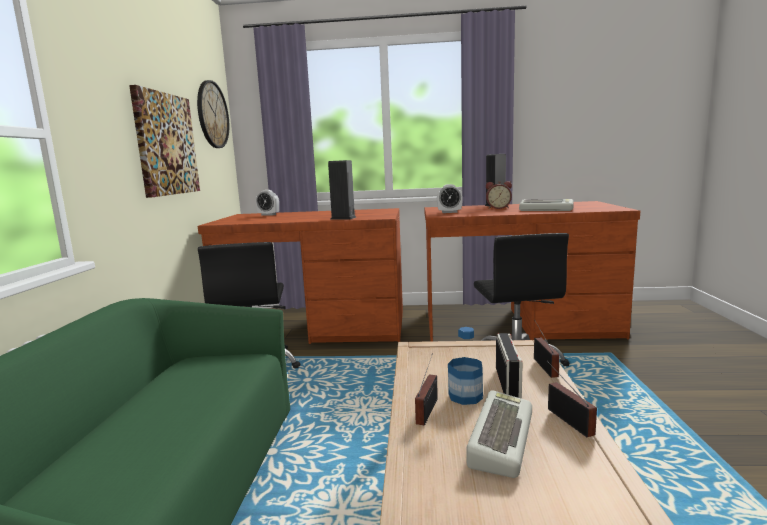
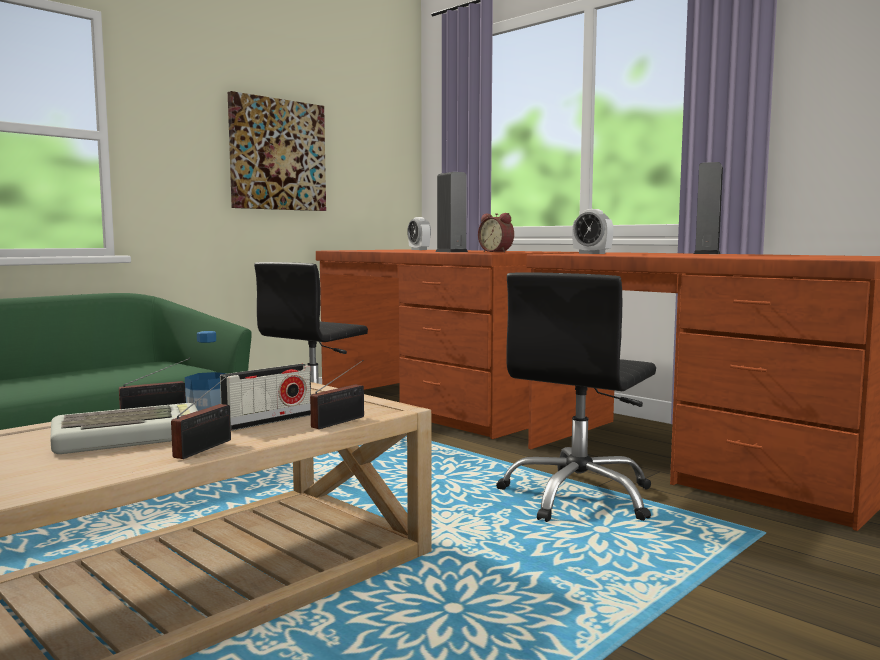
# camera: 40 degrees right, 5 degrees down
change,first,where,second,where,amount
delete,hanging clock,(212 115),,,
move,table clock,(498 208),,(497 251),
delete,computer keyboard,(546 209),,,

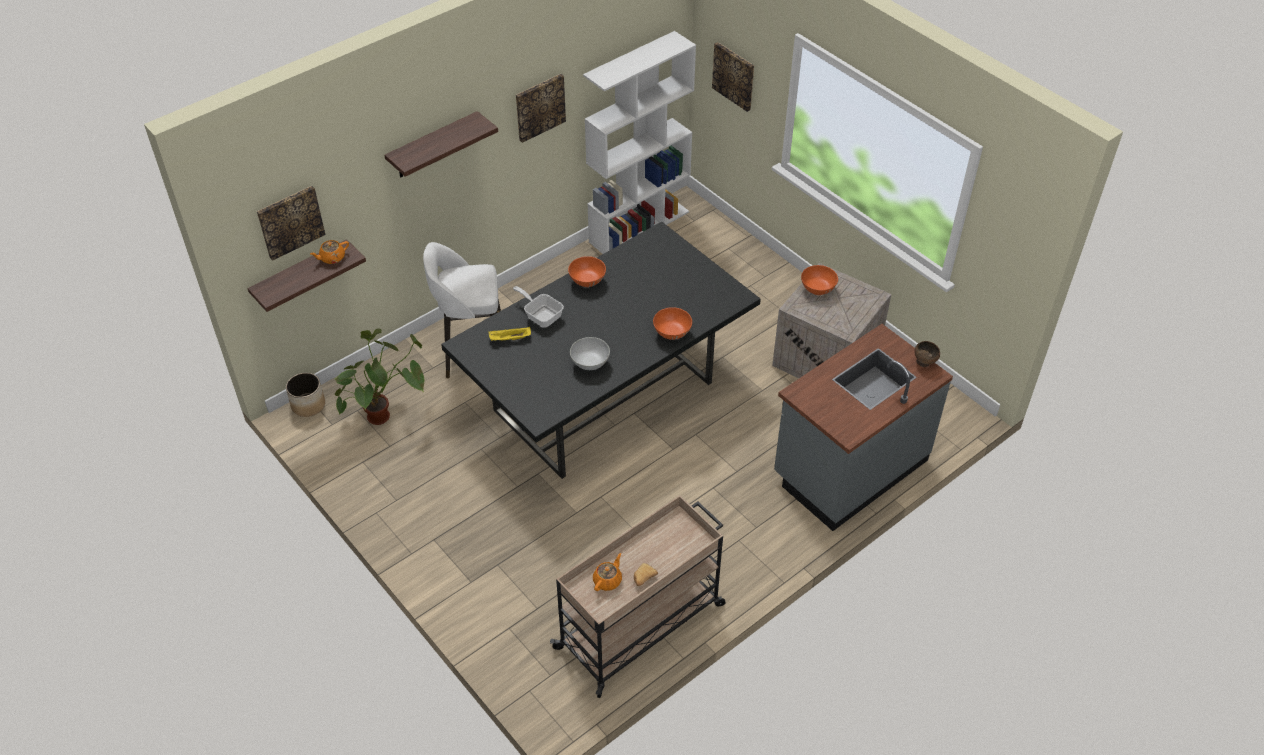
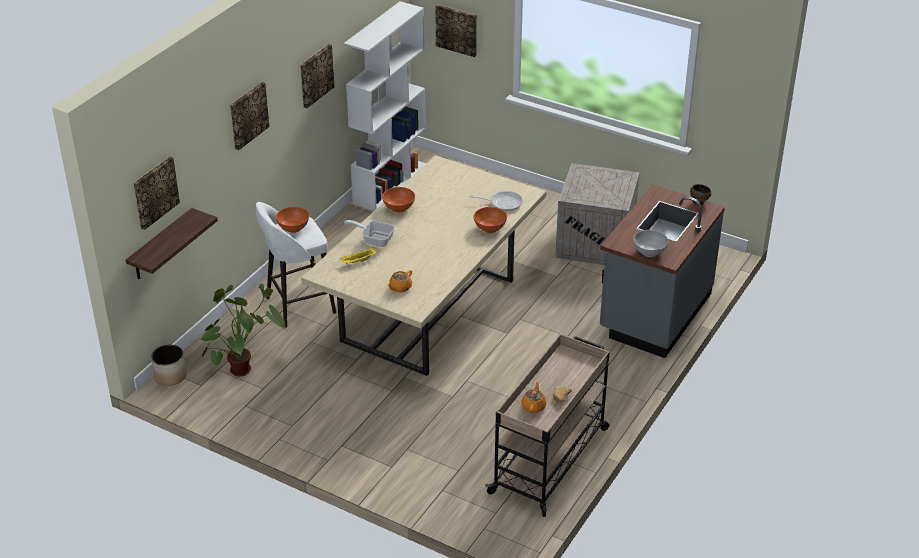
# camera: 20 degrees left, 10 degrees down
change,first,where,second,where,amount
replace,wall shelf,(433 146),wall picture,(248 115),
recolor,dinner table (black),(605 395),dinner table (beige-coloured),(430 309),
move,pot for tea (orange),(332 258),,(400 287),
move,serving bowl (orange),(817 289),,(293 228),
move,serving bowl (white-coloured),(590 363),,(649 252),
insert,,,frying pan,(503 203),

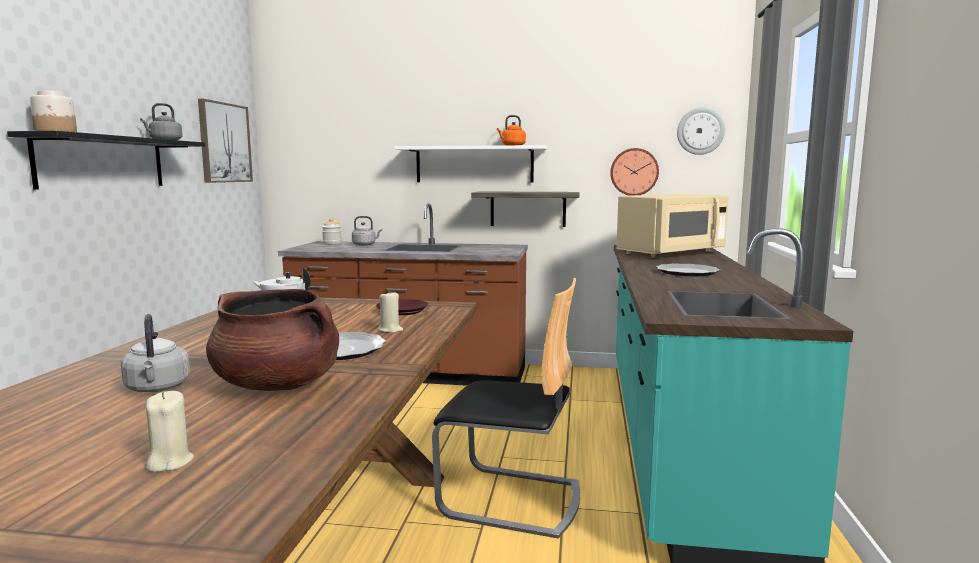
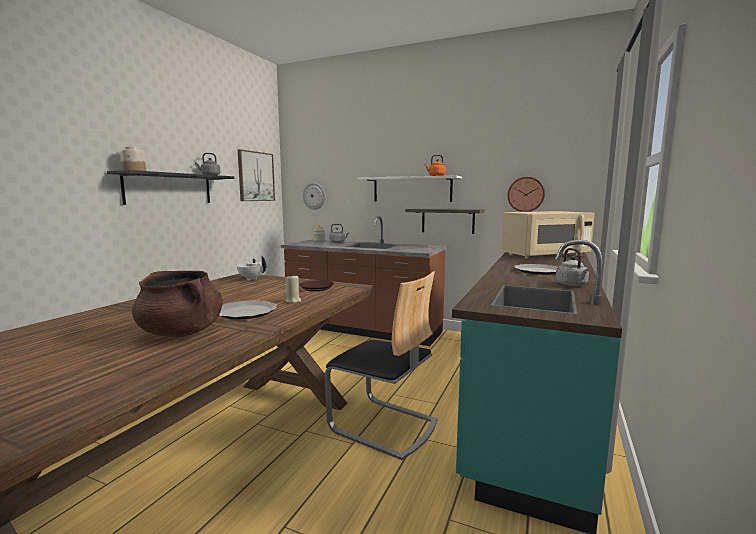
# camera: 15 degrees right, 0 degrees up
change,first,where,second,where,amount
move,hanging clock,(700 131),,(314 196),
move,water kettle (grey),(157 388),,(572 285),
delete,candle (beige-coloured),(169 462),,,

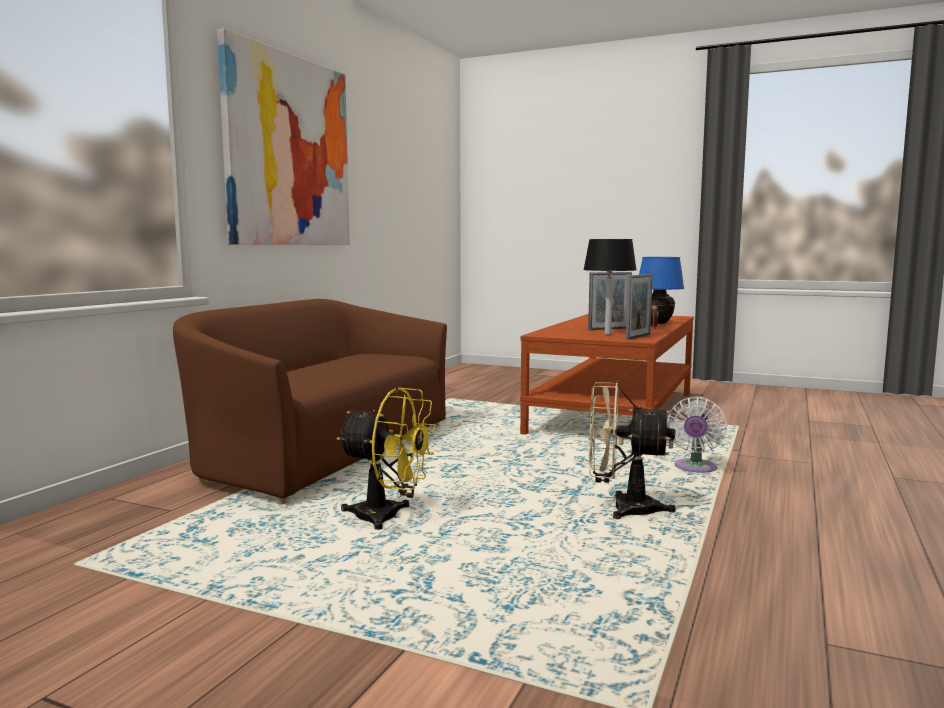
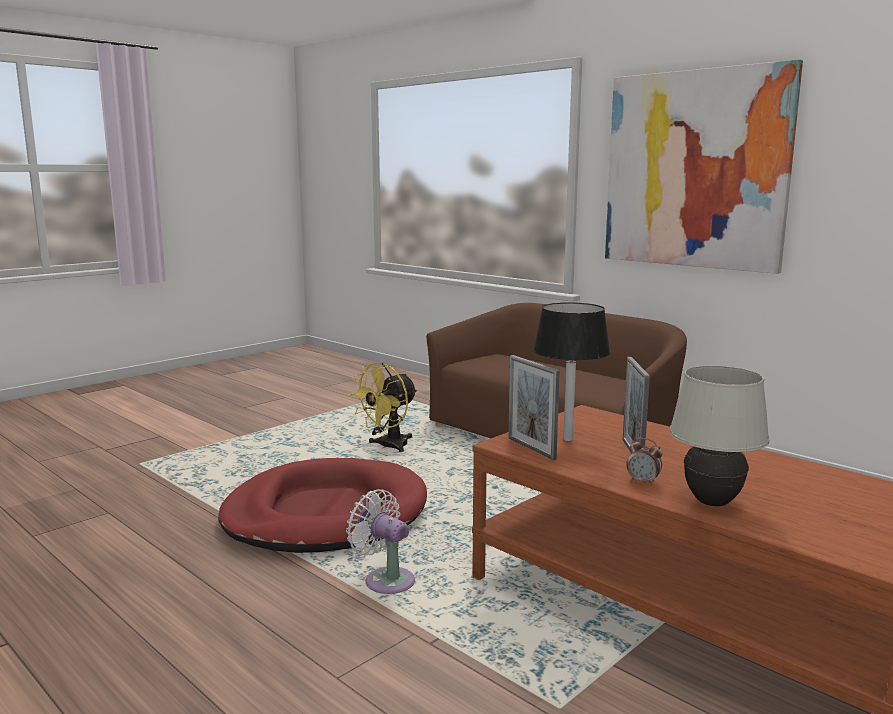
# camera: 110 degrees right, 5 degrees up
change,first,where,second,where,amount
recolor,table lamp (blue),(658 323),table lamp (white-coloured),(712 502),
replace,cooling fan (beige-coloured),(622 509),dog bed (red),(325 514),

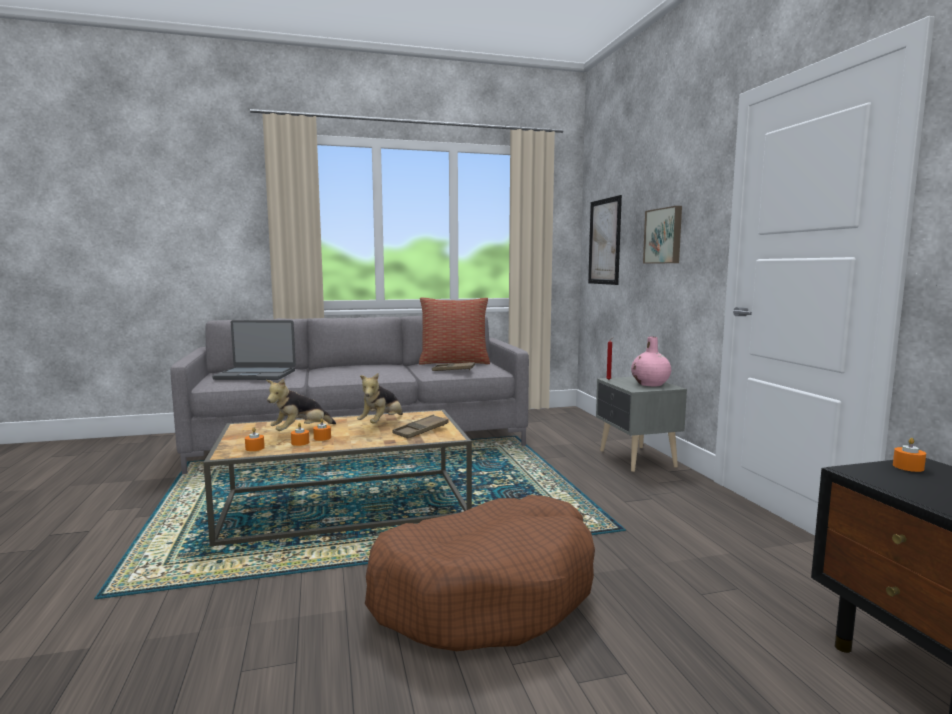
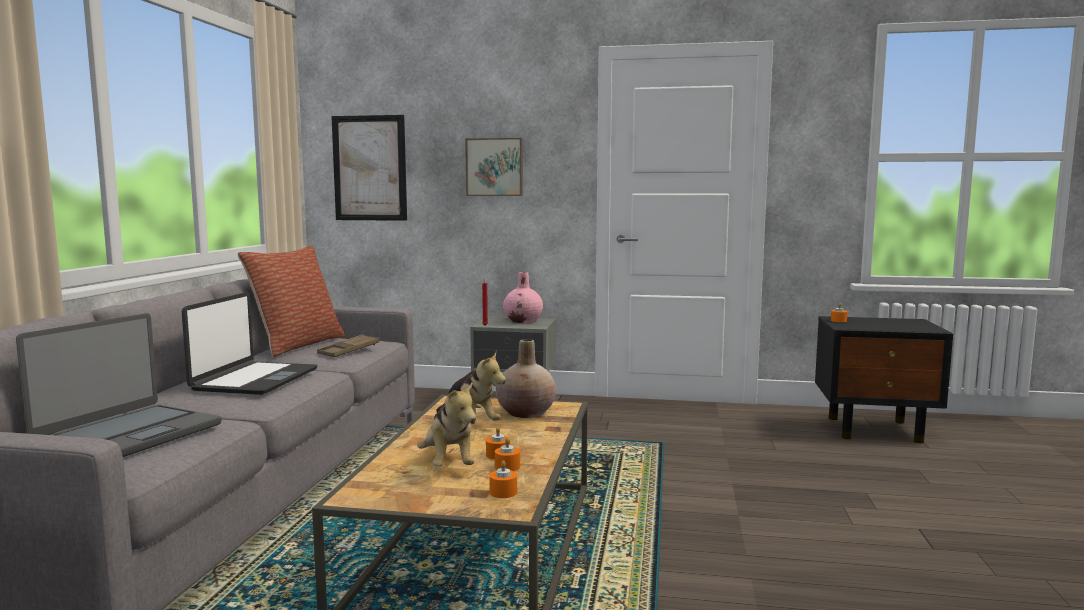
# camera: 65 degrees left, 0 degrees up
change,first,where,second,where,amount
replace,serving tray (brown-coloured),(421 431),vase (beige-coloured),(526 413),
delete,dog bed (brown-coloured),(485 592),,,
insert,,,laptop,(254 380),

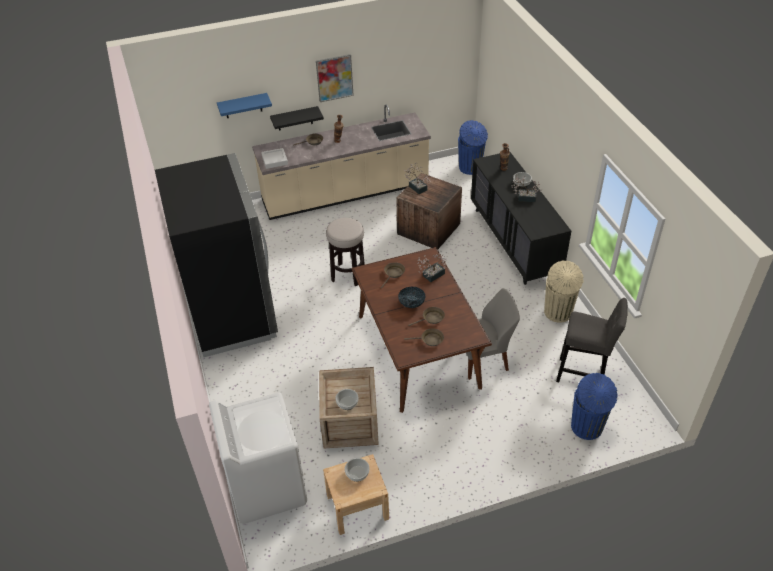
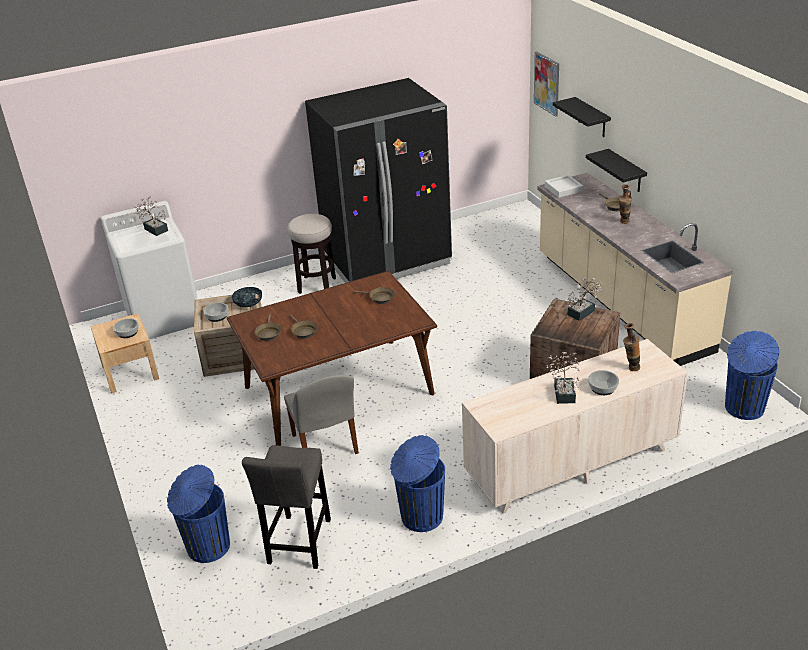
# camera: 85 degrees right, 10 degrees down
change,first,where,second,where,amount
move,wall picture,(334 78),,(547 83),
recolor,wall shelf (blue),(243 106),wall shelf (black),(592 118),
recolor,dresser (black),(514 242),dresser (beige-coloured),(571 465),
move,stool,(348 274),,(317 285),
move,houseplant,(431 276),,(155 229),
recolor,trash can (beige-coloured),(558 313),trash can (blue),(420 517),
move,serving bowl,(411 302),,(248 304),

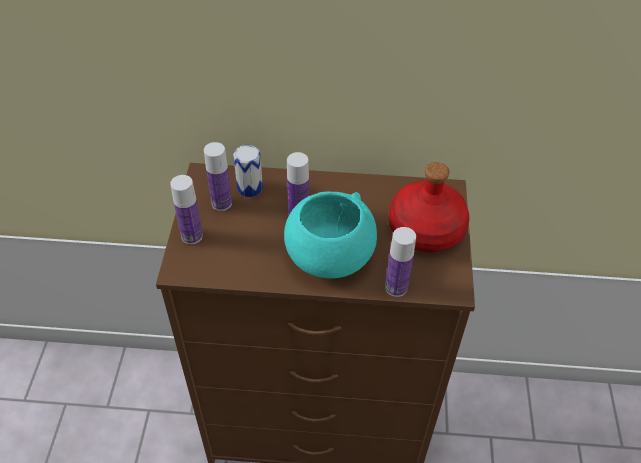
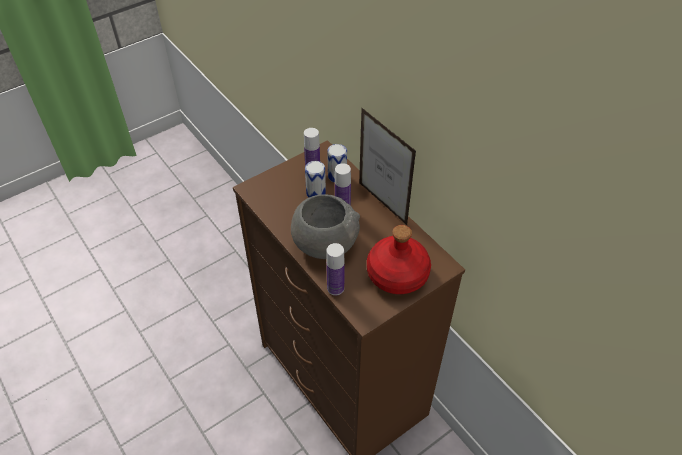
# camera: 50 degrees right, 0 degrees up
change,first,where,second,where,amount
delete,beverage bottle,(192 236),,,
recolor,serving bowl (turquoise-coloured),(329 258),serving bowl (grey),(324 243),
insert,,,photo frame,(382 203),
insert,,,sealed can,(316 193),

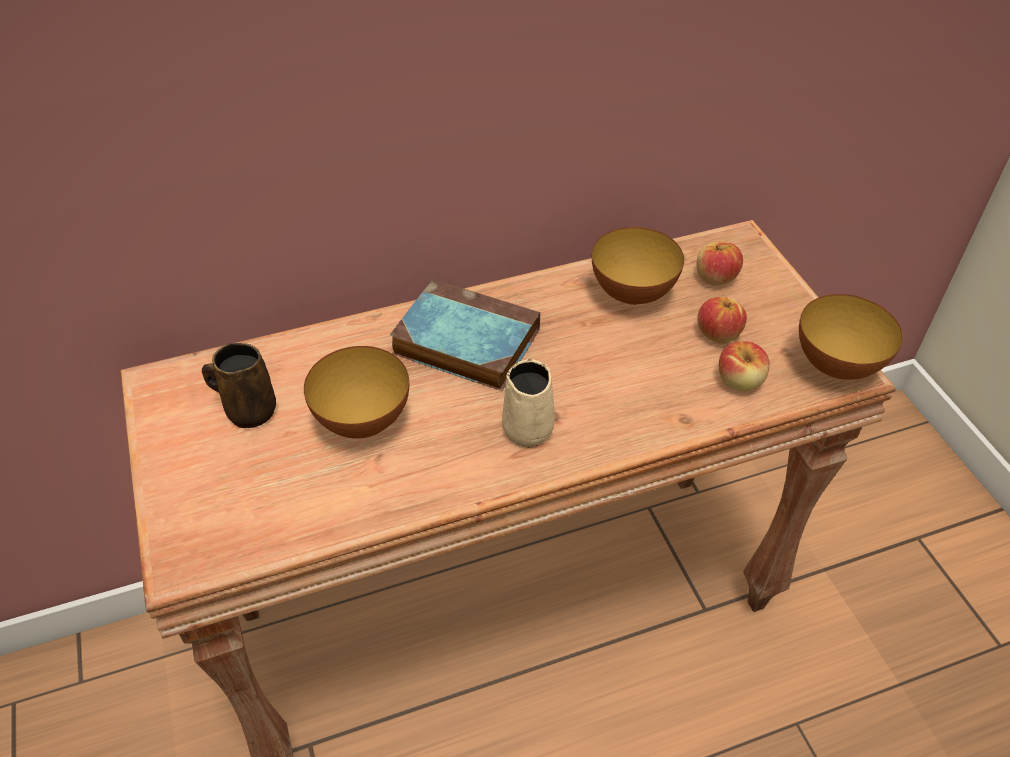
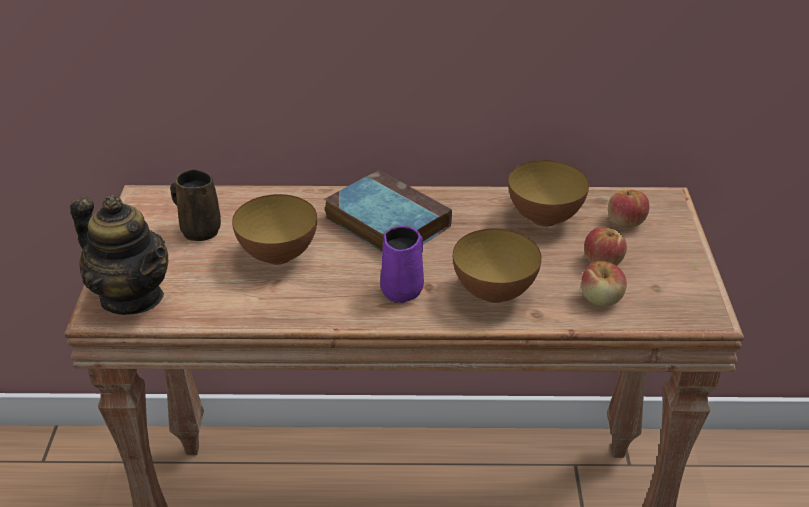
# camera: 20 degrees right, 10 degrees down
change,first,where,second,where,amount
move,serving bowl,(836 366),,(494 293),
recolor,coffee mug (beige-coloured),(528 427),coffee mug (purple-coloured),(403 289),
insert,,,pot for tea,(132 296),

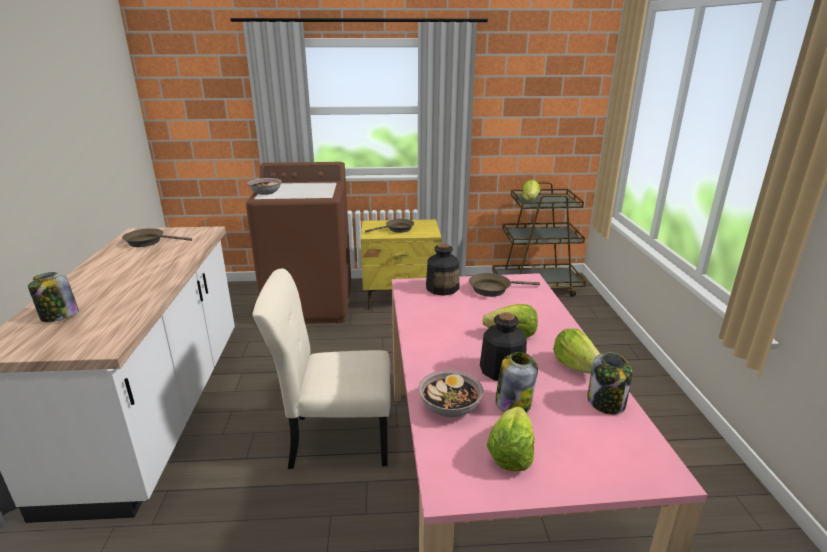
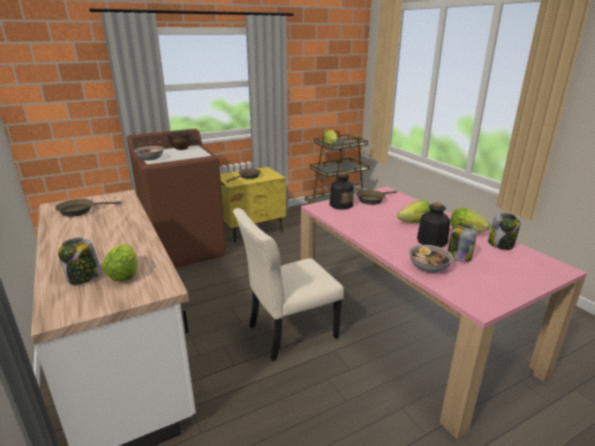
# camera: 25 degrees left, 0 degrees up
change,first,where,second,where,amount
move,head of lettuce,(511 454),,(124 274),
insert,,,serving bowl,(181 148),

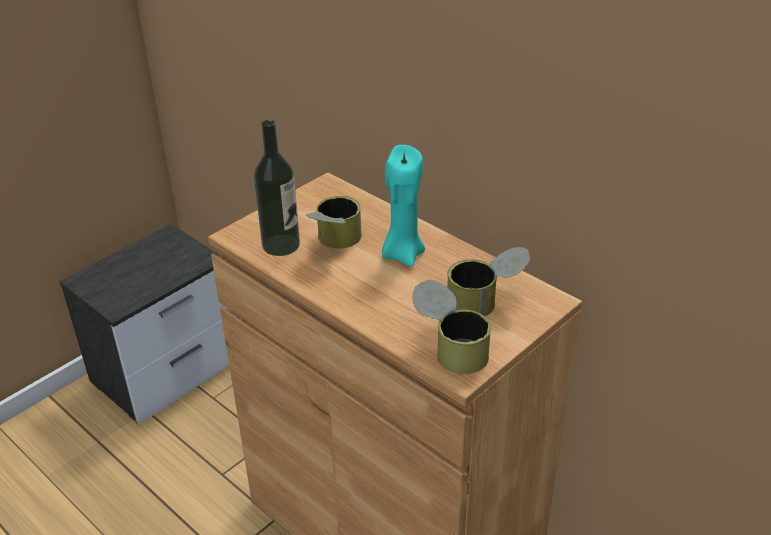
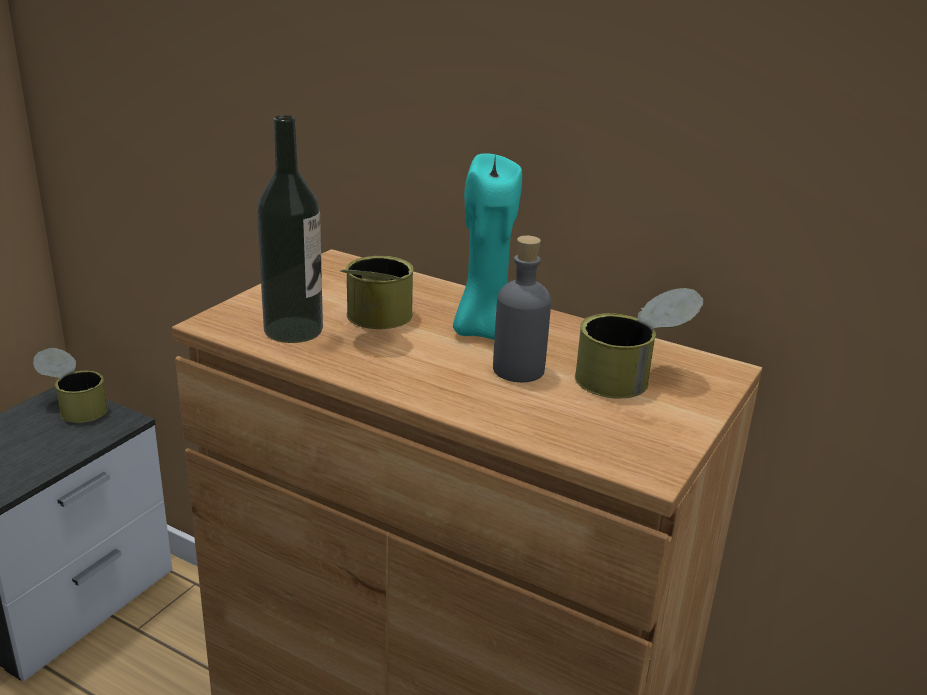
# camera: 15 degrees left, 10 degrees down
change,first,where,second,where,amount
move,sealed can,(450 348),,(74 406),
insert,,,beverage bottle (grey),(518 370),

